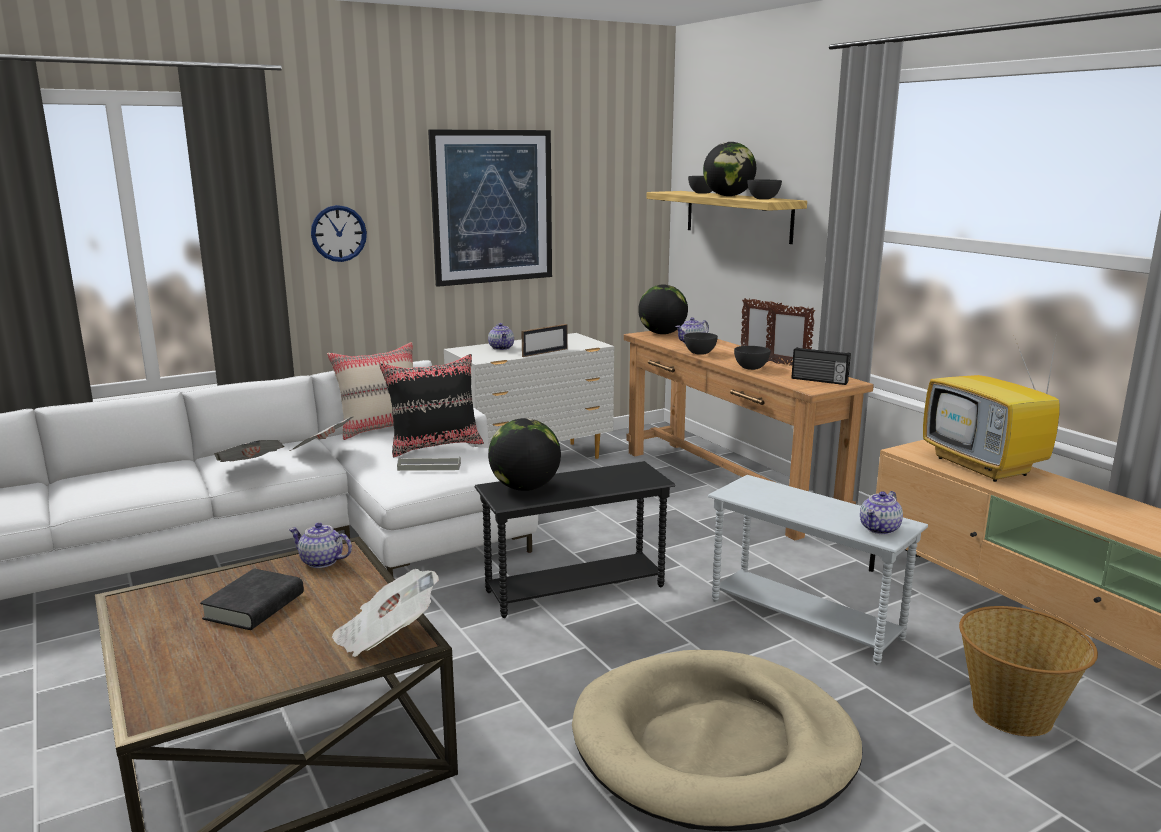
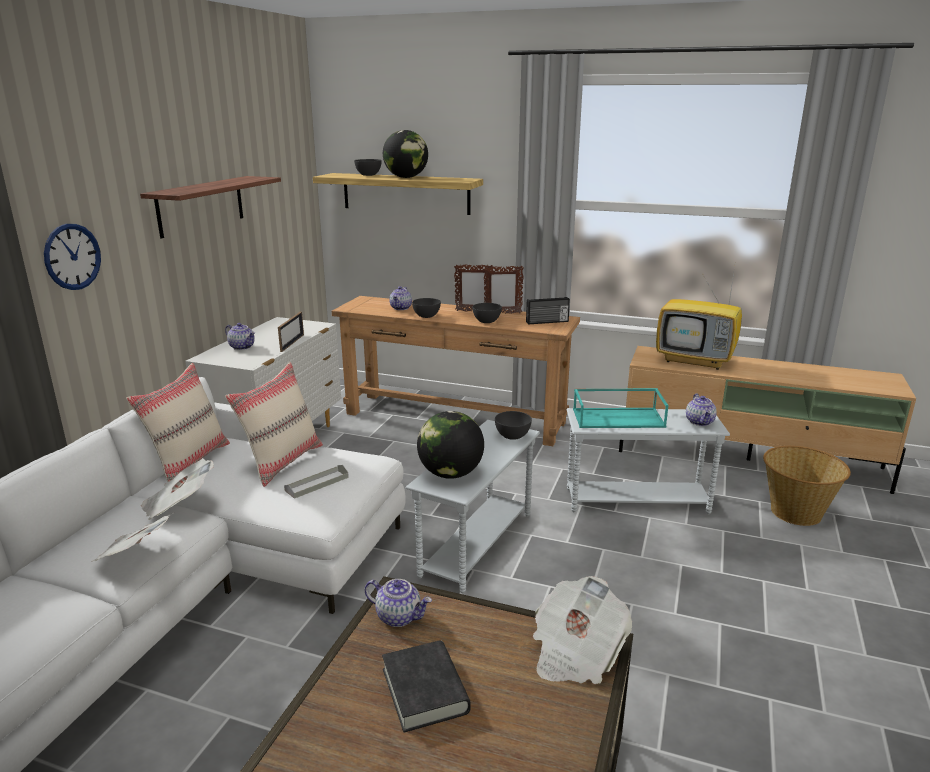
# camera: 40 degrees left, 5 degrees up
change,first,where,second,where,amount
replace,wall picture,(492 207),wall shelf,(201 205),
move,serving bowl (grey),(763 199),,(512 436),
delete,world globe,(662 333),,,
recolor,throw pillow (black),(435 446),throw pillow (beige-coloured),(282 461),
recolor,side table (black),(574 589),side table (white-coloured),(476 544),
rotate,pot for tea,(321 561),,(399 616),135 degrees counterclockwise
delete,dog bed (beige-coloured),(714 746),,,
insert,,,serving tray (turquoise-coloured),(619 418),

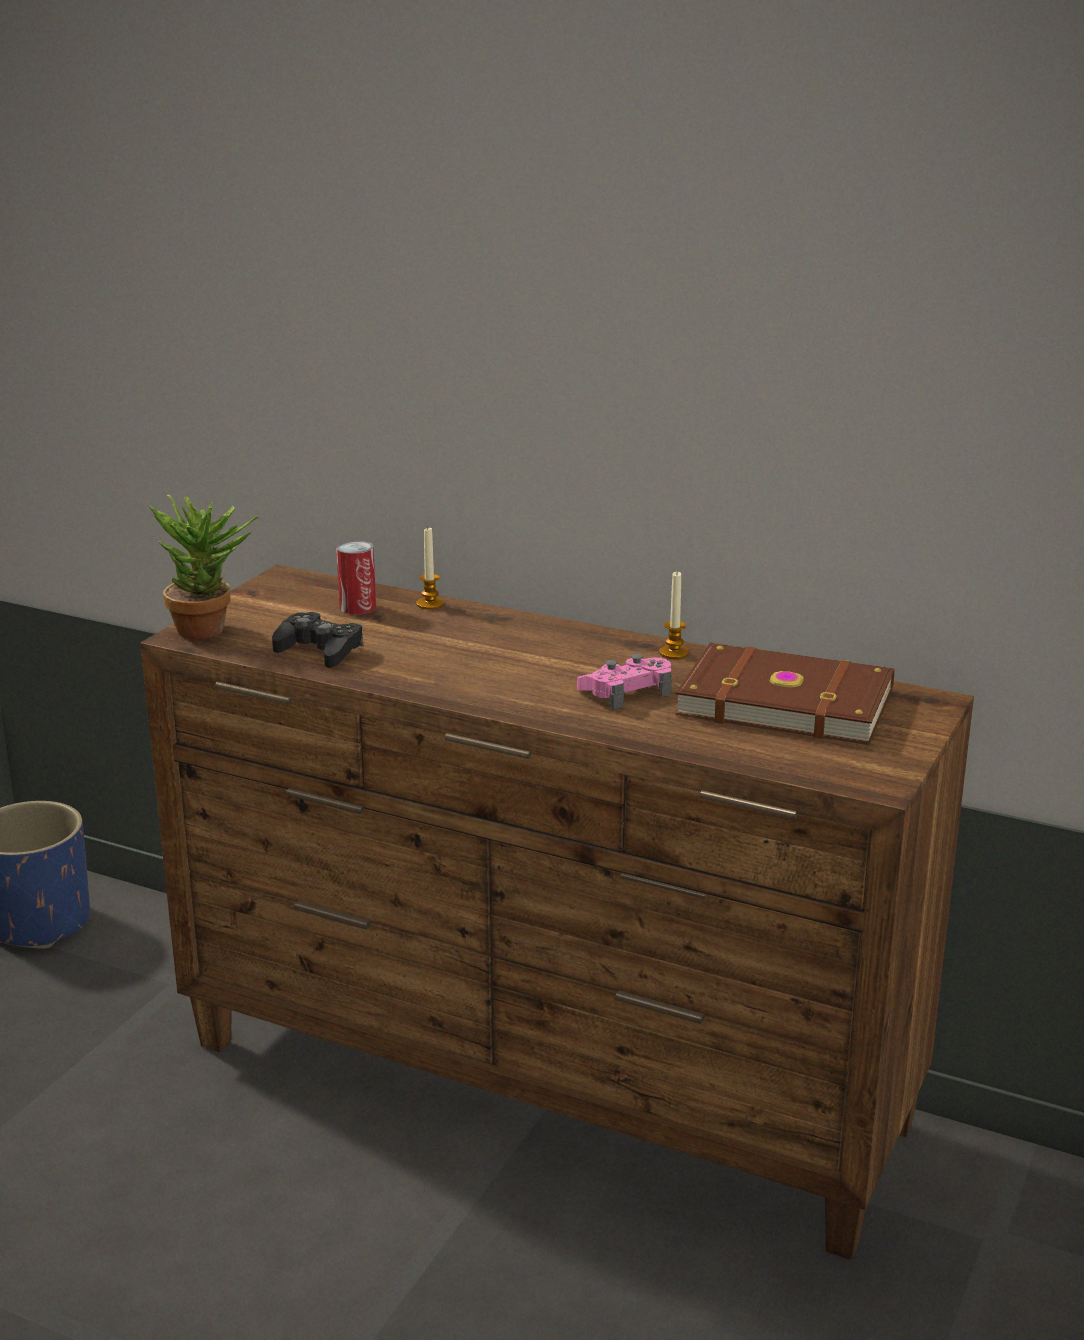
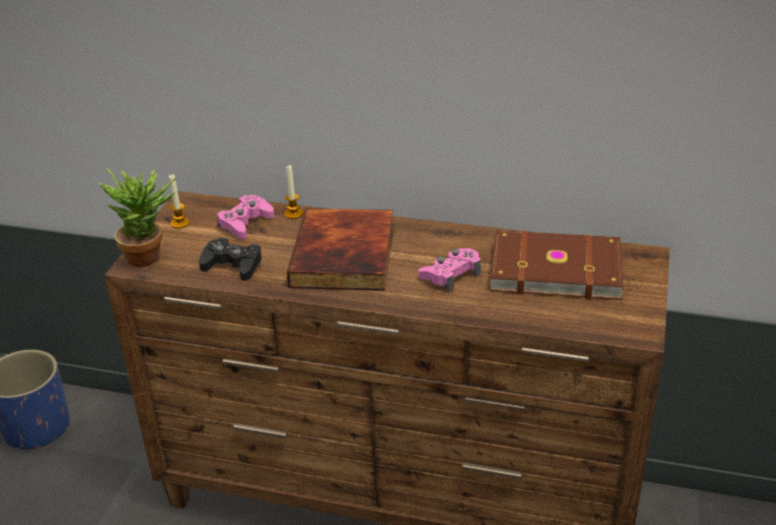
# camera: 10 degrees left, 10 degrees up
change,first,where,second,where,amount
replace,sealed can,(357 607),gamepad (pink),(245 223),
move,candle,(674 653),,(180 223),
insert,,,book,(346 256),

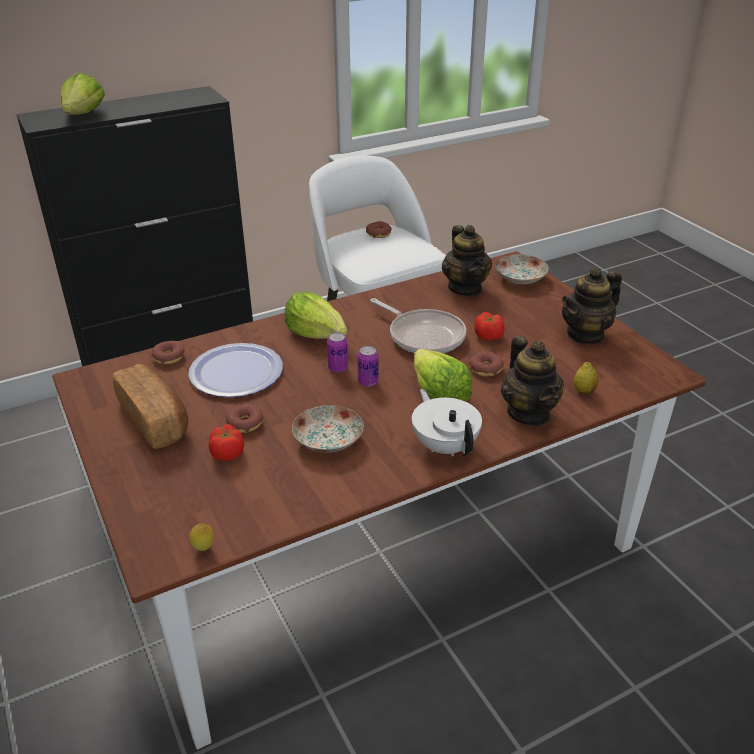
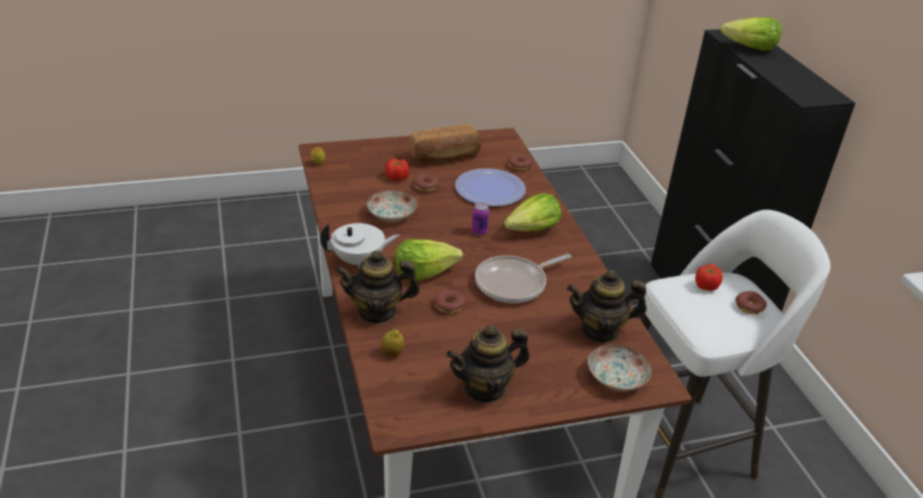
# camera: 100 degrees right, 0 degrees up
change,first,where,second,where,amount
rotate,pot for tea,(586 334),,(485 388),90 degrees counterclockwise
move,whole tomato,(488 336),,(706 286),
delete,sealed can,(368 382),,,

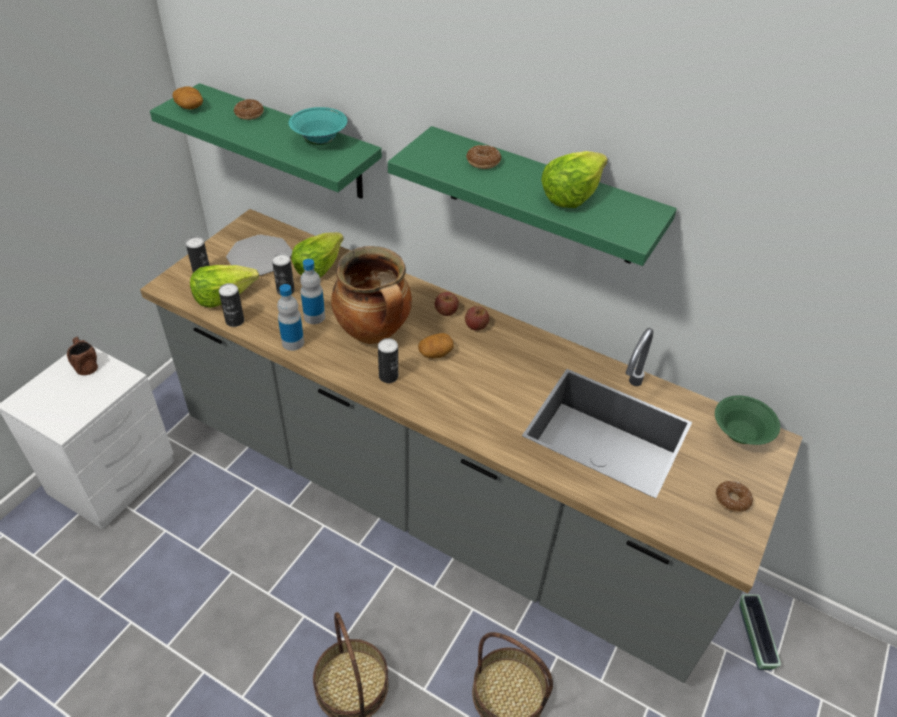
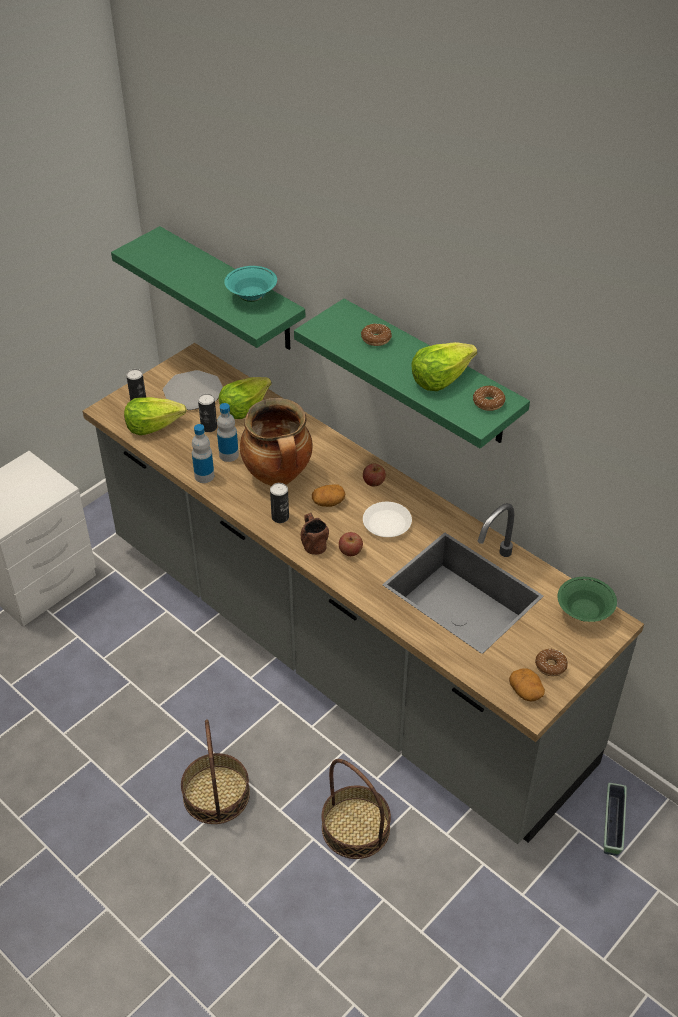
# camera: 15 degrees right, 0 degrees up
change,first,where,second,where,amount
move,whole potato,(190 107),,(526 691),
move,doughnut,(249 114),,(488 402),
delete,sealed can,(235 321),,,
move,whole apple,(446 311),,(350 551),
move,coffee mug (brown-coloured),(84 363),,(312 541),
insert,,,dinner plate (white-coloured),(387 523),

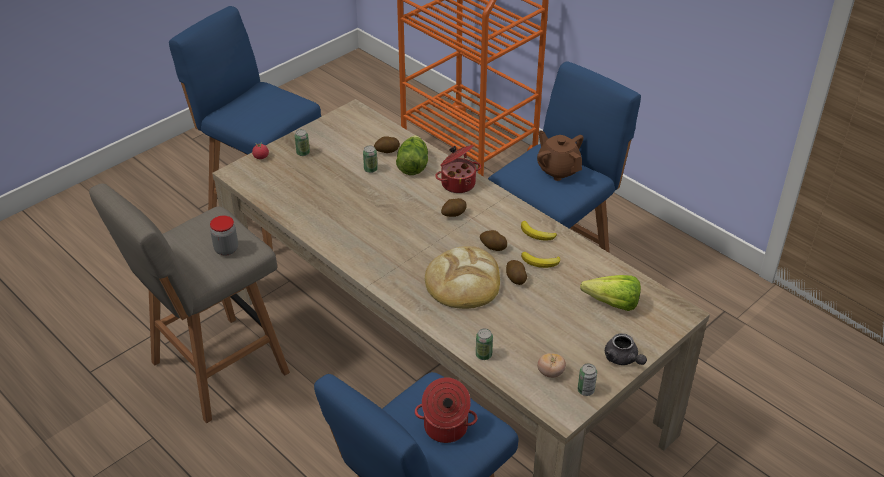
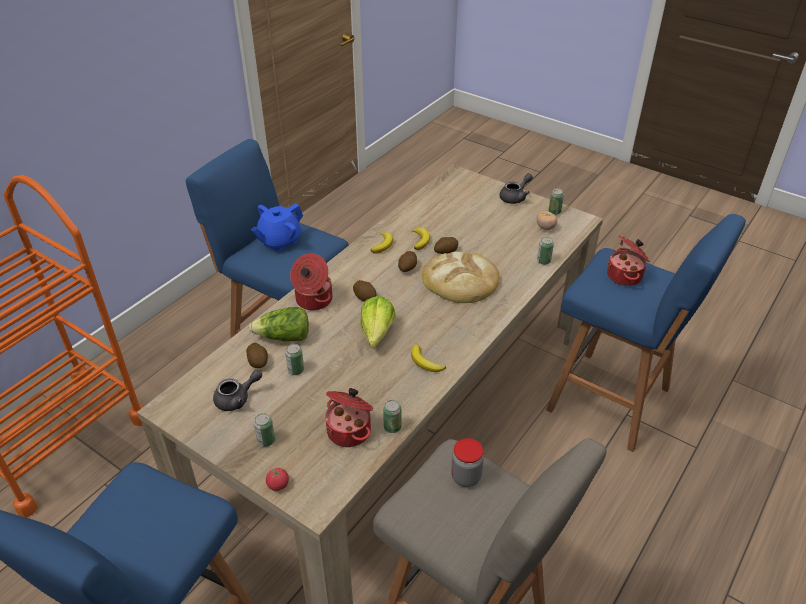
# camera: 100 degrees left, 0 degrees up
change,first,where,second,where,amount
recolor,pot for tea (brown-coloured),(558 170),pot for tea (blue),(279 241),
move,head of lettuce,(608 302),,(375 337),
insert,,,whole banana,(425 362),
insert,,,pot for tea (grey),(237 399),
insert,,,saucepot,(350 430),
insert,,,sealed can,(392 427),

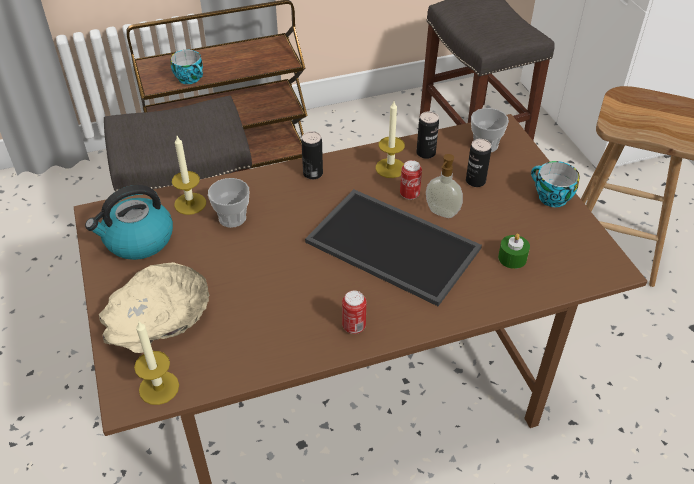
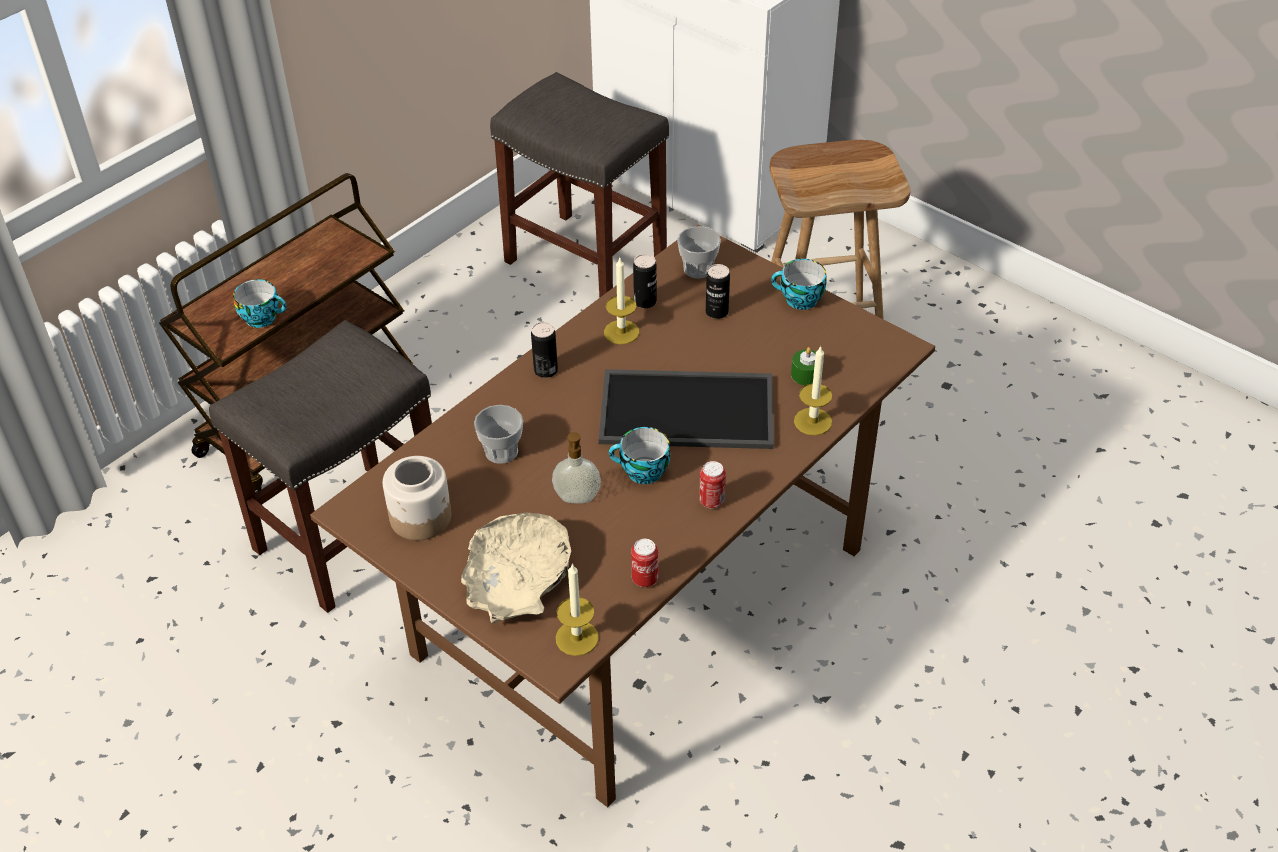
# camera: 30 degrees left, 0 degrees up
change,first,where,second,where,amount
move,candle,(190 203),,(813 421),
move,soap dispenser,(441 213),,(577 499),
move,sealed can,(409 194),,(645 579),
replace,water kettle,(138 240),preserve jar,(421 517),
insert,,,cup,(642 472),

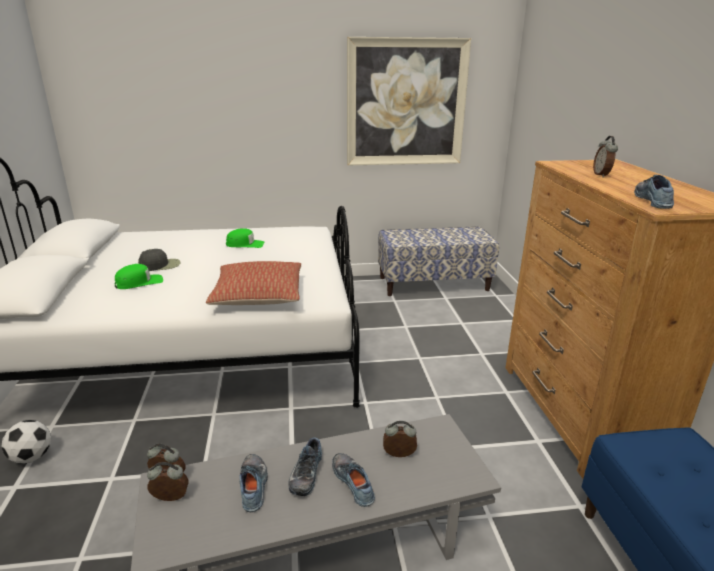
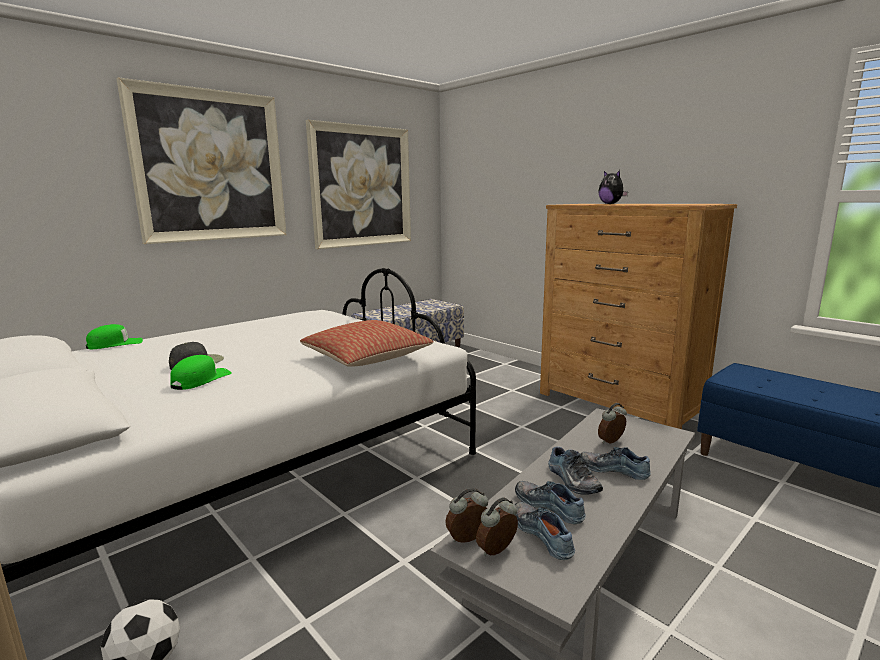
# camera: 35 degrees left, 10 degrees down
change,first,where,second,where,amount
replace,table clock,(602 175),plush toy,(611 204),
move,shoe,(654 200),,(543 534),
move,cap (green-coloured),(245 244),,(115 344),
insert,,,wall picture,(210 166),

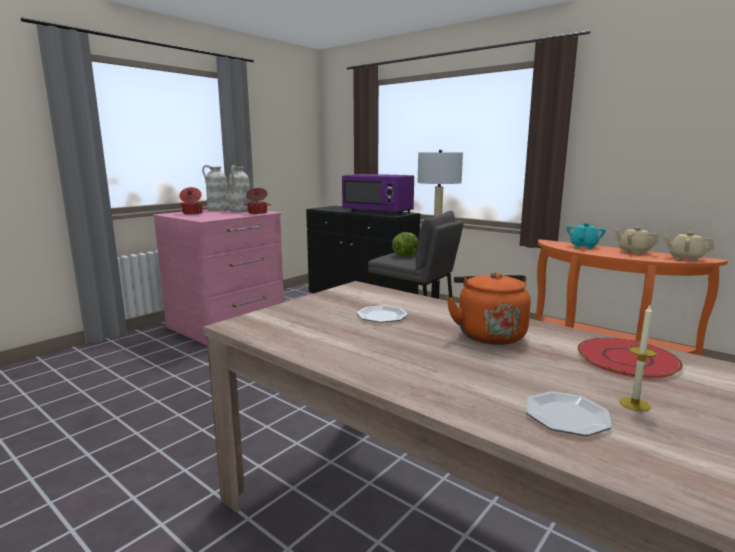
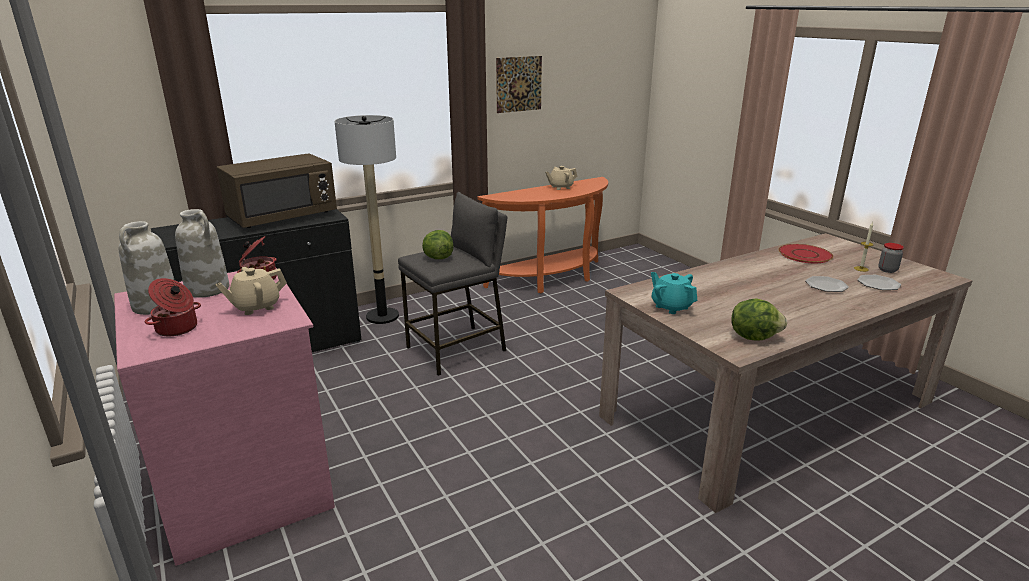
# camera: 70 degrees left, 10 degrees up
change,first,where,second,where,amount
recolor,microwave (purple-coloured),(378 212),microwave (brown-coloured),(283 217),
move,pot for tea (turquoise-coloured),(583 247),,(671 307),
move,pot for tea (beige-coloured),(685 258),,(256 307),
delete,water kettle (orange),(489 334),,,
move,dinner plate,(381 316),,(826 286),
insert,,,wall picture,(519 84),
insert,,,preserve jar,(887 270),
insert,,,head of lettuce,(753 336),

